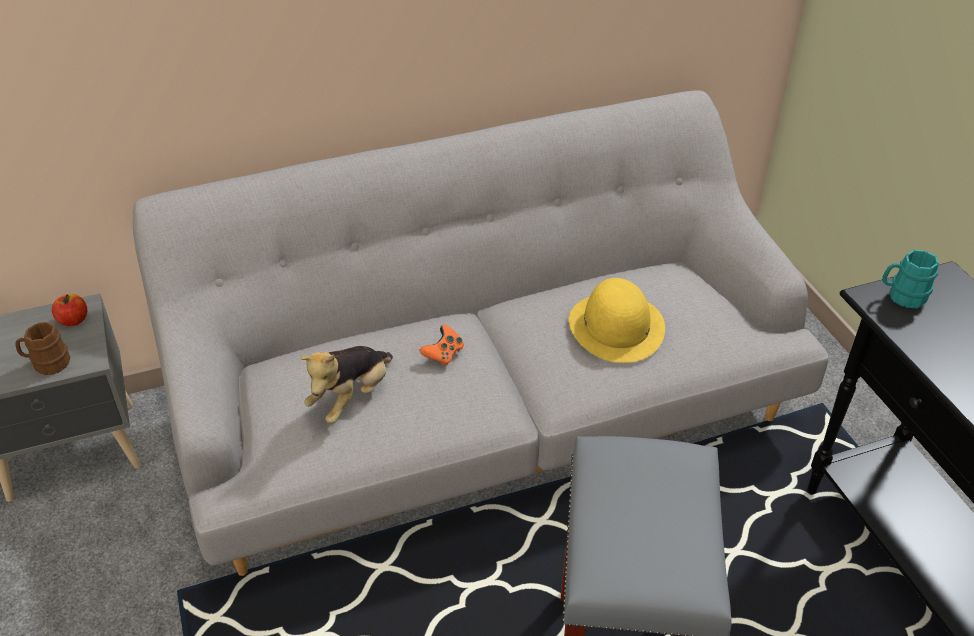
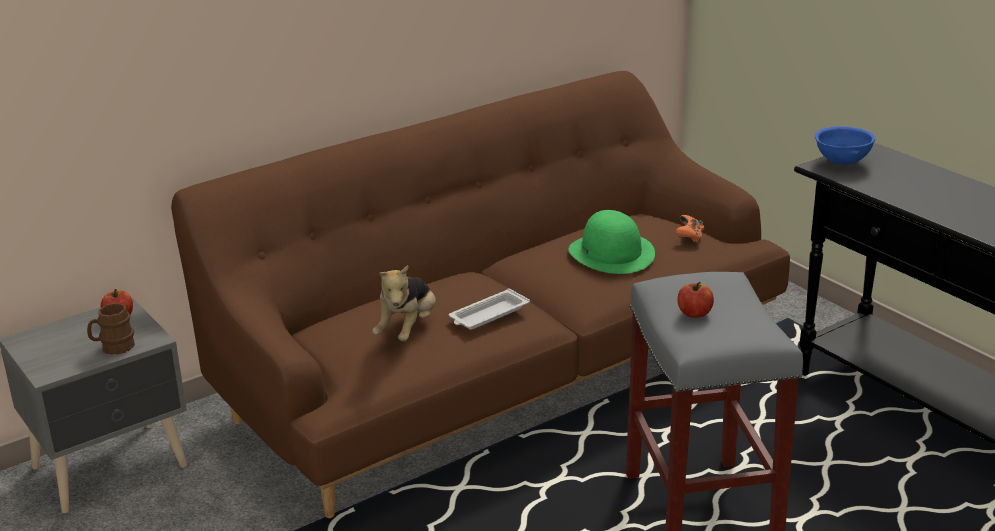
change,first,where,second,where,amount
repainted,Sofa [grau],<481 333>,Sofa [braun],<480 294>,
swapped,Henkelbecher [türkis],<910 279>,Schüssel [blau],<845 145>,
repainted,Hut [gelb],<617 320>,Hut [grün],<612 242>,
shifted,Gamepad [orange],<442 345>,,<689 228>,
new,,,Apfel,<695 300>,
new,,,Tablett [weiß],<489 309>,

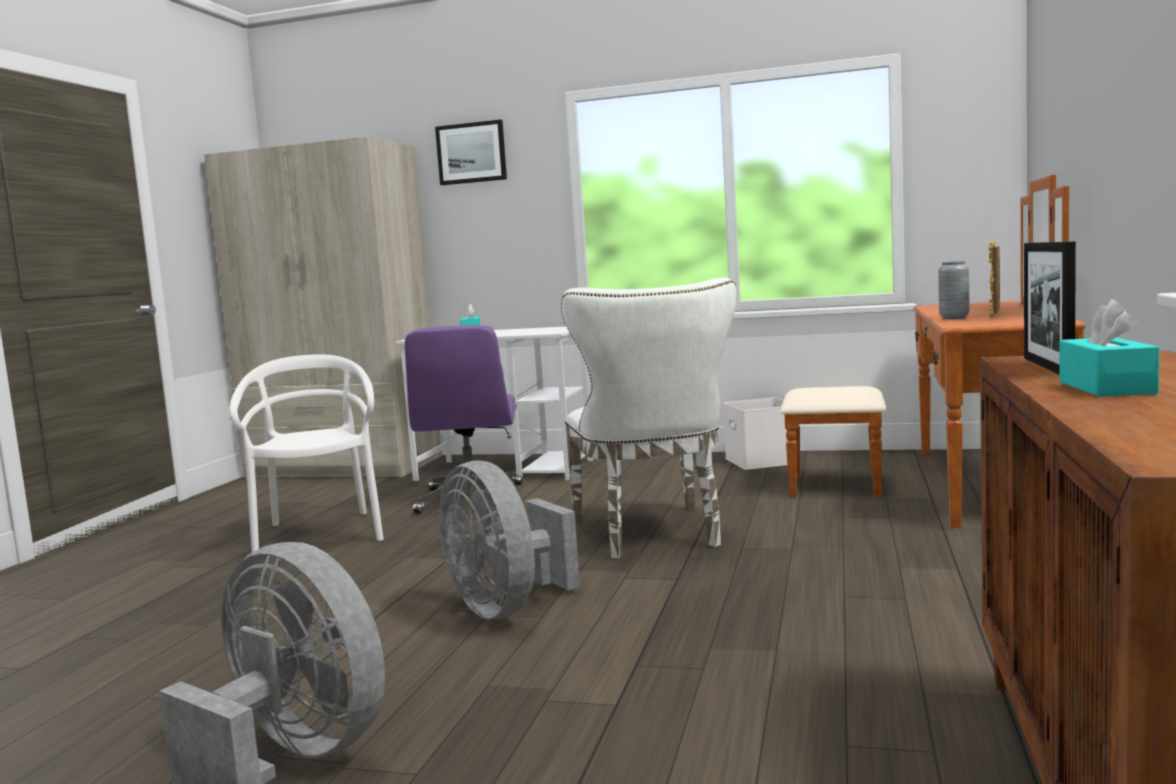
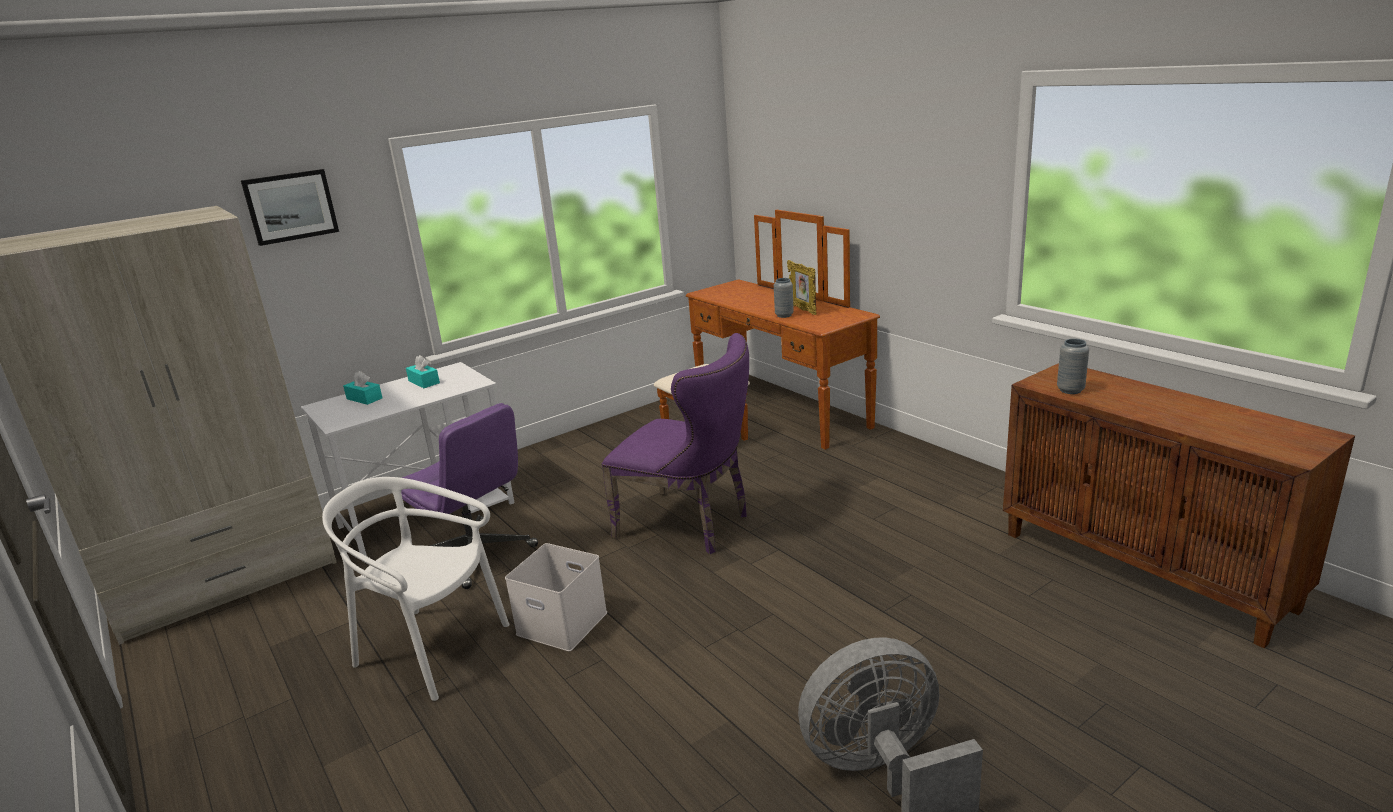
change,first,where,second,where,amount
swapped,Bilderrahmen,<1050 308>,Vase [grau],<1073 366>,
repainted,Stuhl [weiß],<648 418>,Stuhl [lila],<675 443>,
shifted,Taschentuchbox [türkis],<1109 348>,,<423 371>,
shifted,Aufbewahrungsbox [weiß],<755 434>,,<556 597>,
gone,Ventilator [grau],<509 539>,,,

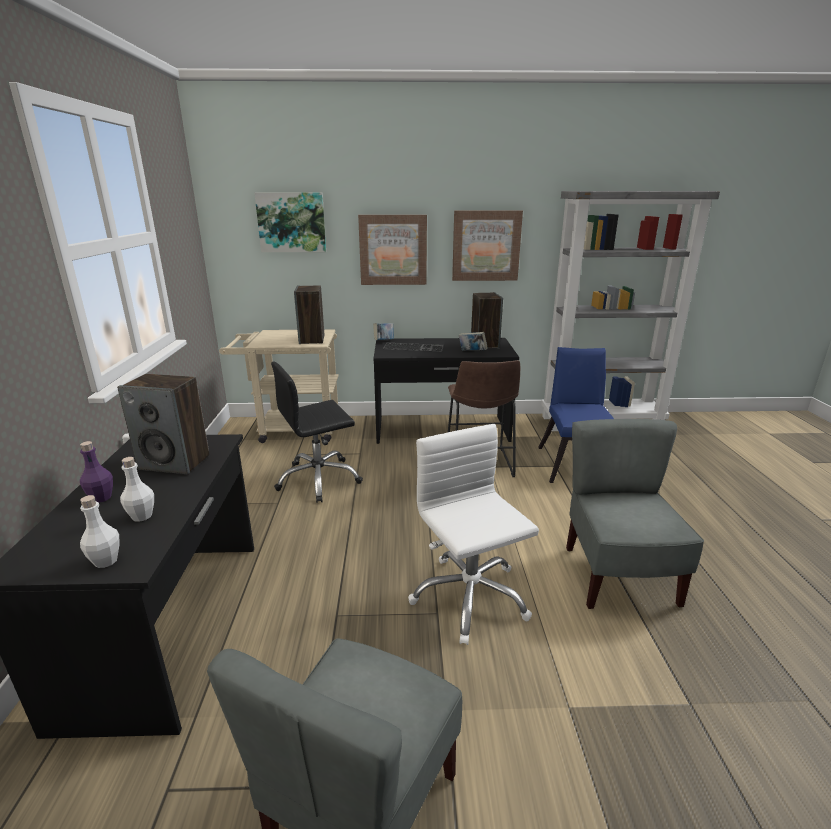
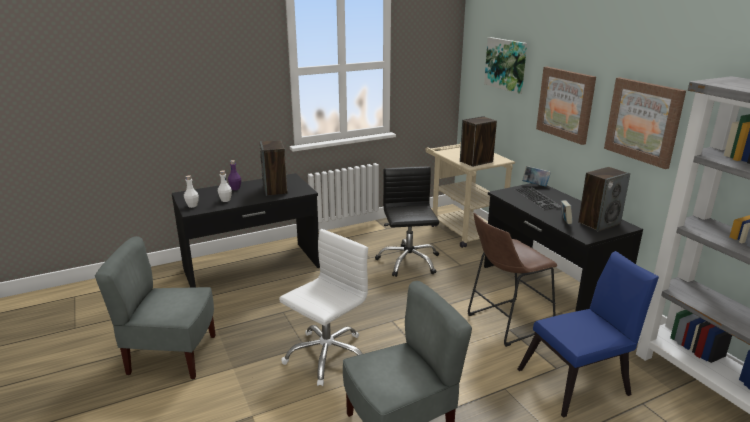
change,first,where,second,where,amount
rotated,Bürostuhl [schwarz],<317 432>,,<407 221>,45 degrees clockwise

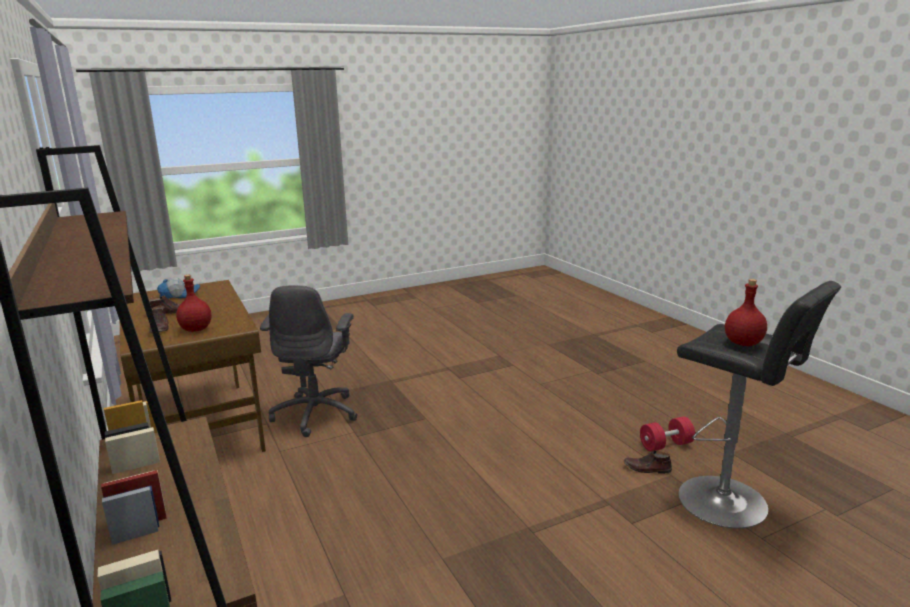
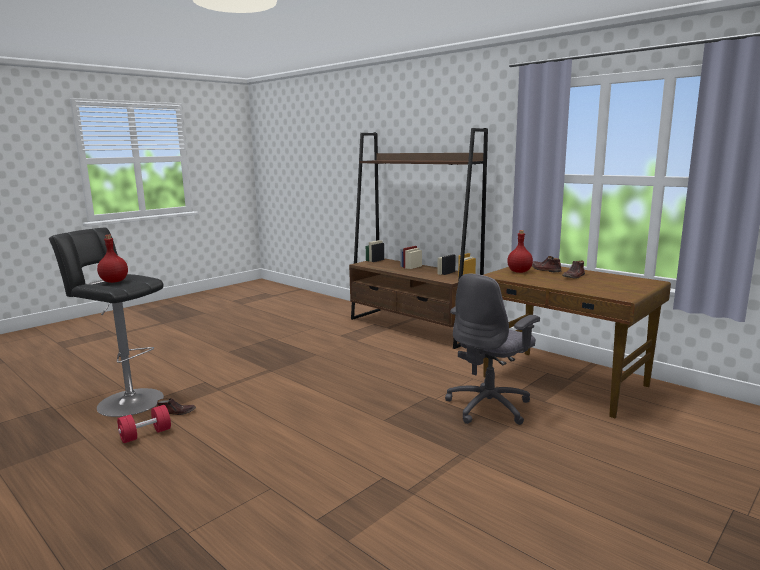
change,first,where,second,where,amount
gone,Kappe,<178 288>,,,
rotated,Bürostuhl [grau],<308 361>,,<492 349>,120 degrees counterclockwise

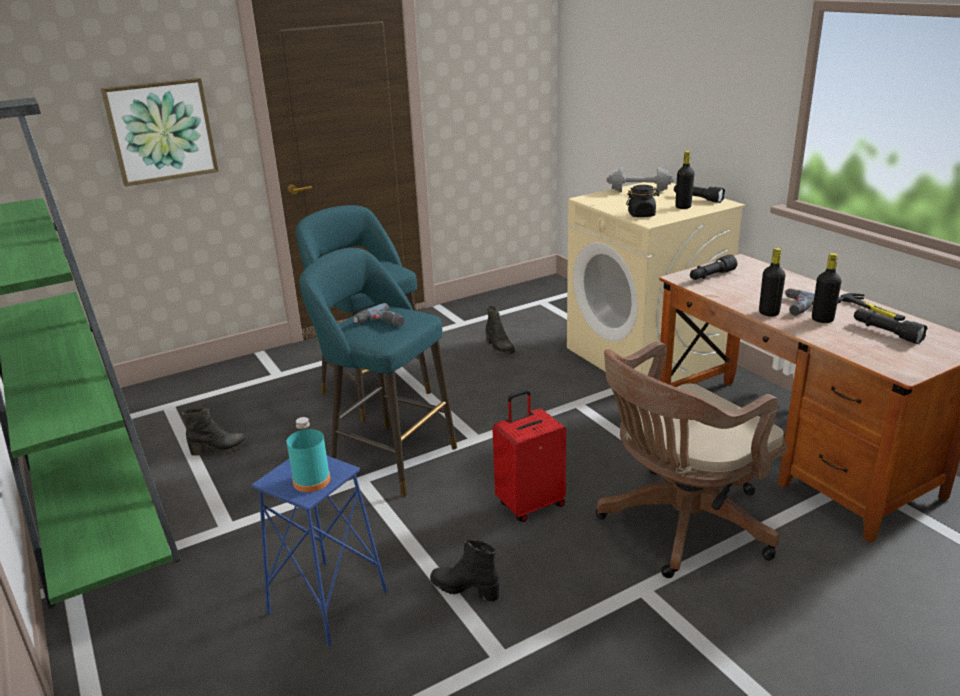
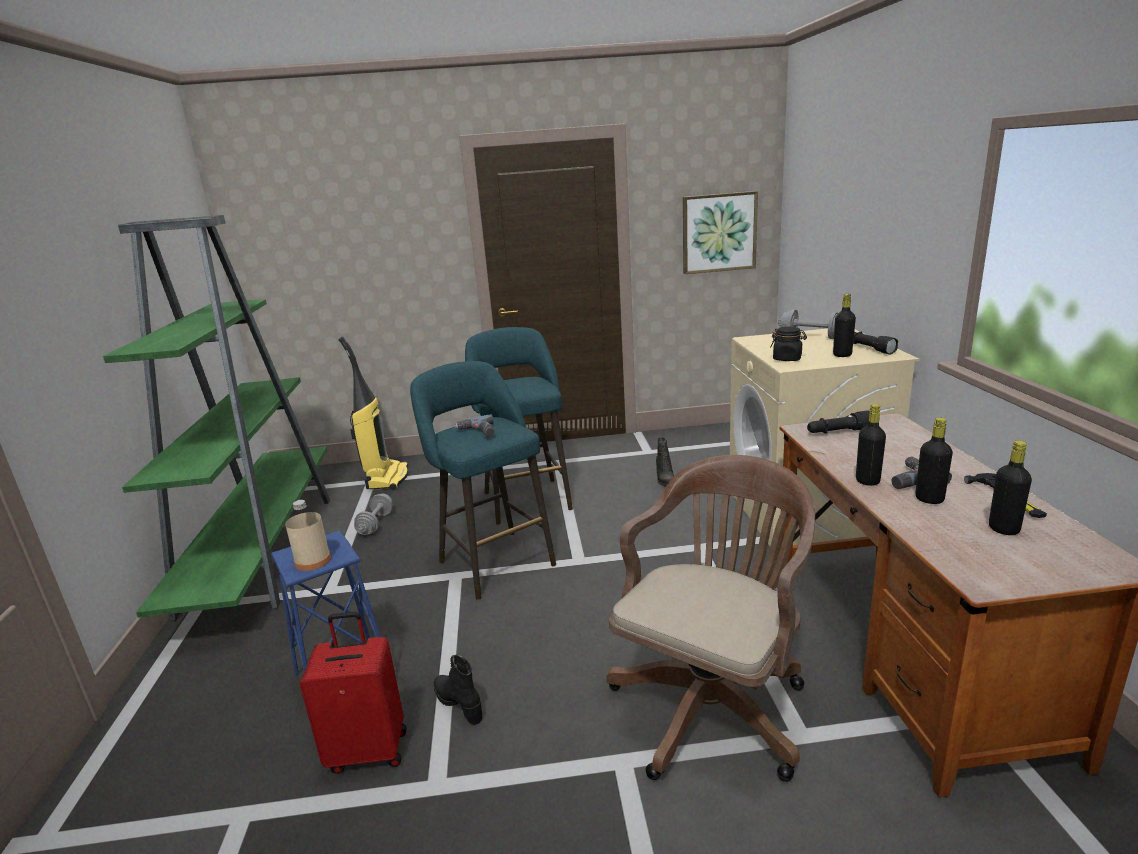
change,first,where,second,where,amount
shifted,Bild,<160 132>,,<720 232>,
swapped,Taschenlampe [schwarz],<890 326>,Flasche [schwarz],<1010 488>,
rotated,Bürostuhl [braun],<691 459>,,<710 618>,135 degrees clockwise
shifted,Koffer [rot],<529 456>,,<353 693>,
swapped,Stiefel [schwarz],<215 431>,Hantel [grau],<373 514>,
repainted,Flasche [türkis],<309 454>,Flasche [beige],<308 535>,
new,,,Staubsauger,<373 413>,

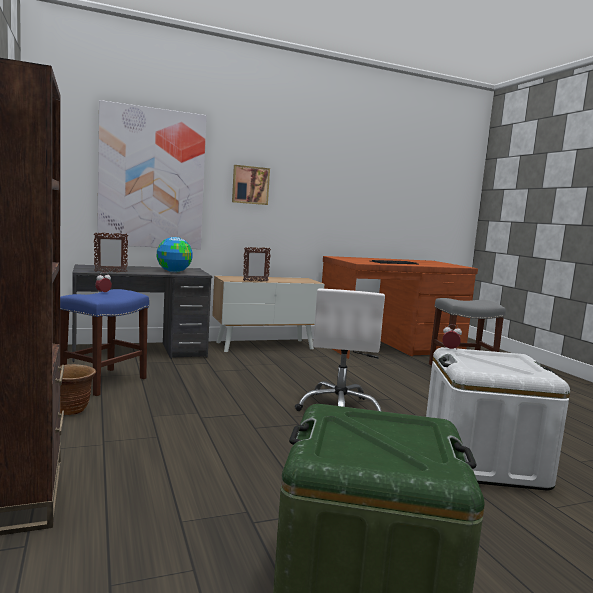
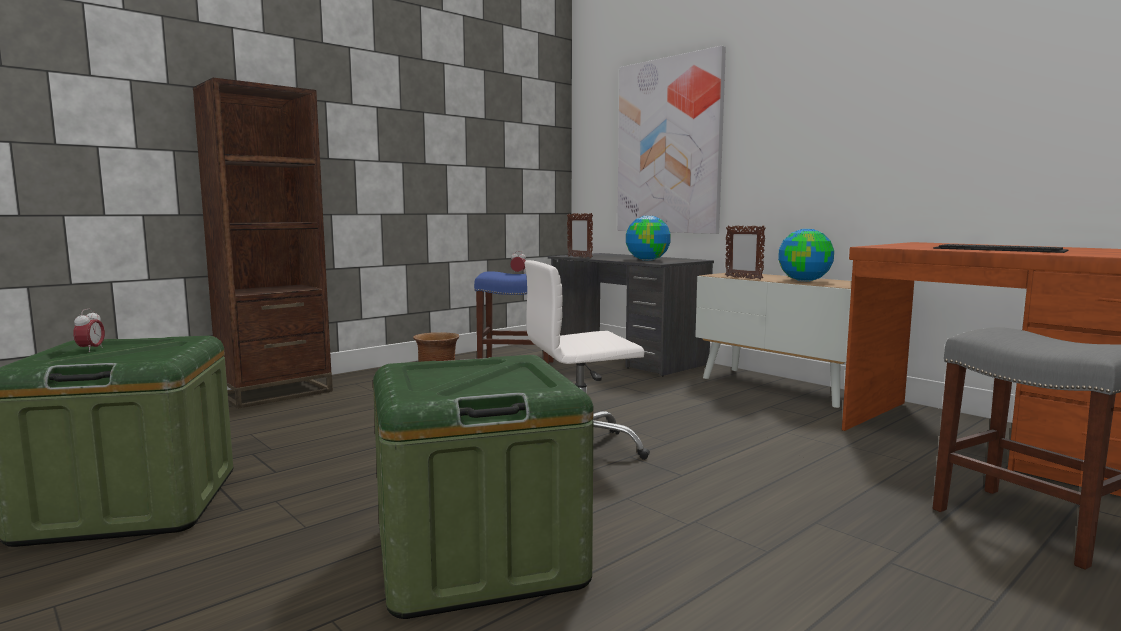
change,first,where,second,where,amount
gone,Bild,<251 185>,,,
shifted,Wecker,<452 336>,,<89 330>,
repainted,Aufbewahrungsbox [weiß],<498 419>,Aufbewahrungsbox [grün],<483 487>,
new,,,Globus,<806 255>,

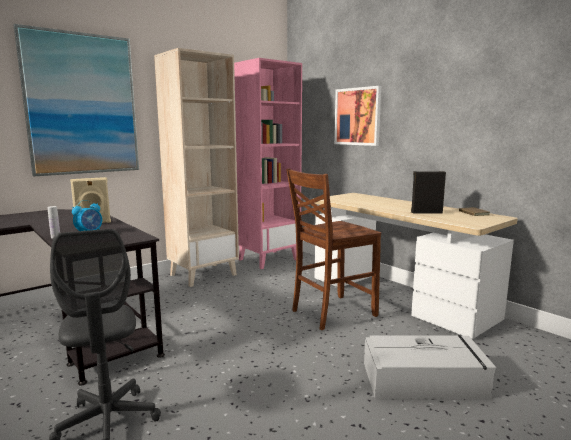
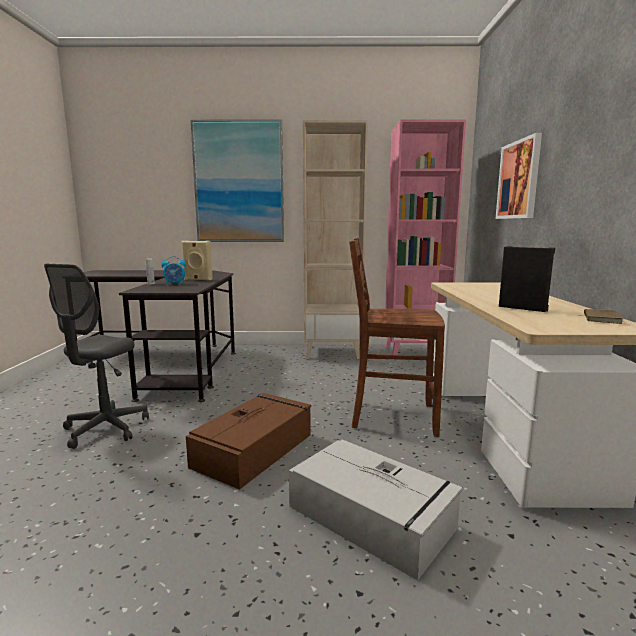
change,first,where,second,where,amount
new,,,Aufbewahrungsbox [braun],<248 441>,

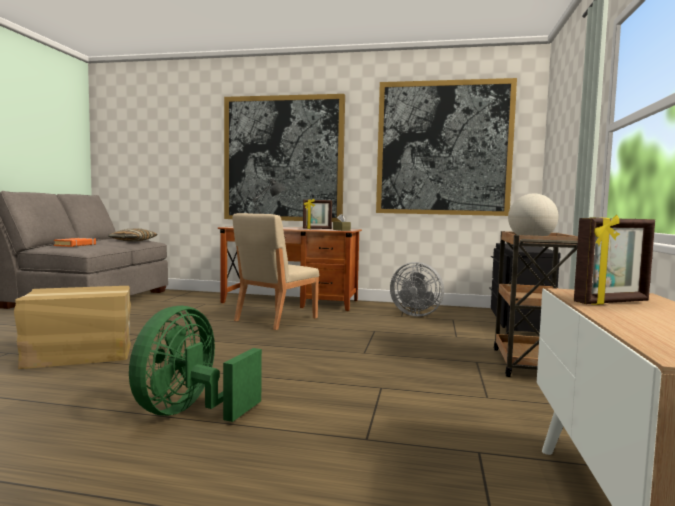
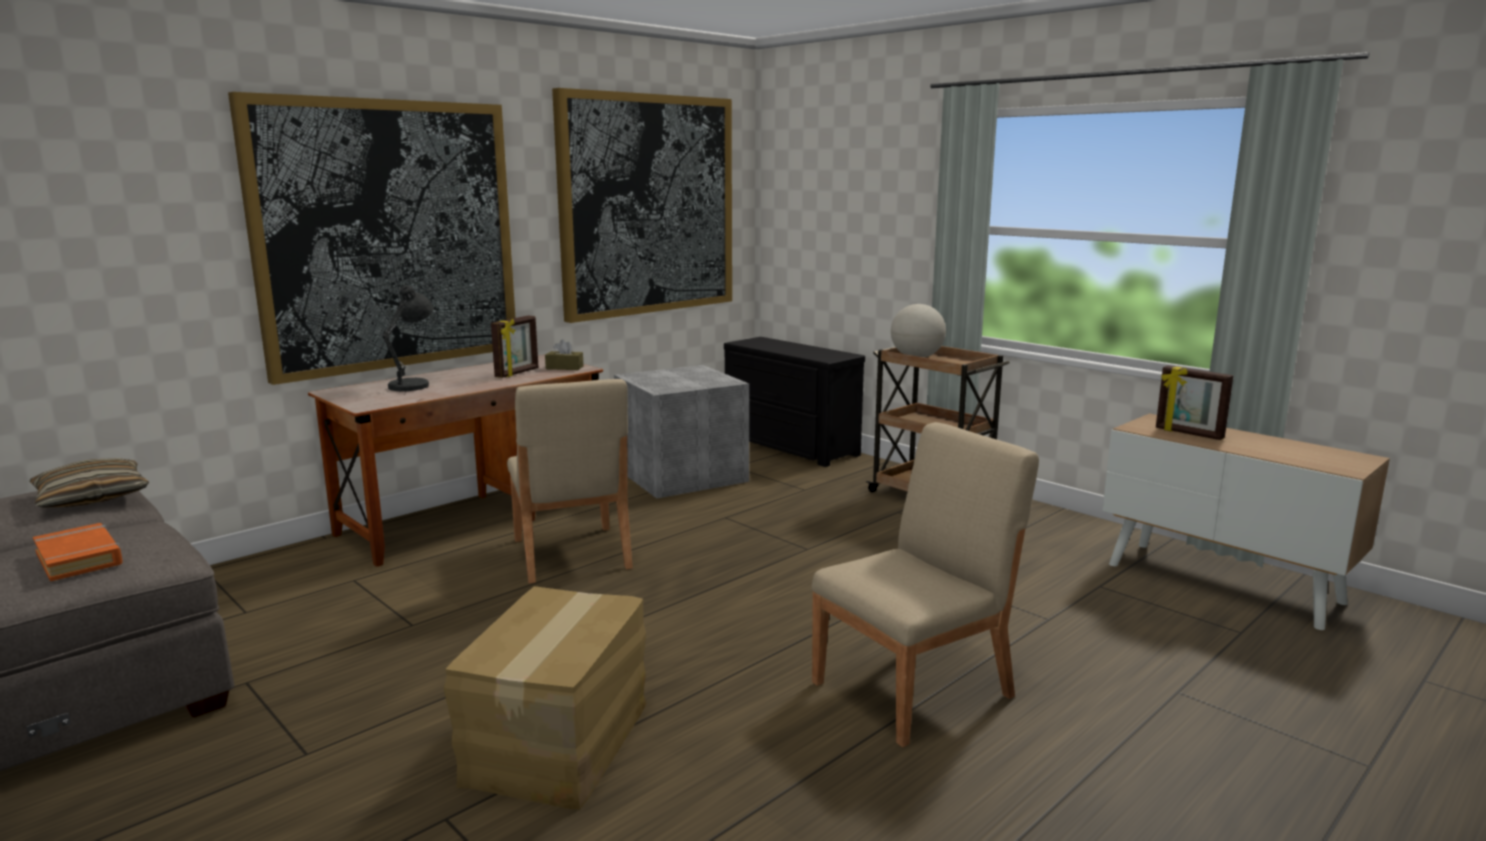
change,first,where,second,where,amount
rotated,Bilderrahmen,<614 260>,,<1195 403>,120 degrees clockwise
swapped,Ventilator [grau],<417 289>,Aufbewahrungsbox [grau],<681 431>,
swapped,Ventilator [grün],<195 364>,Stuhl [beige],<925 584>,

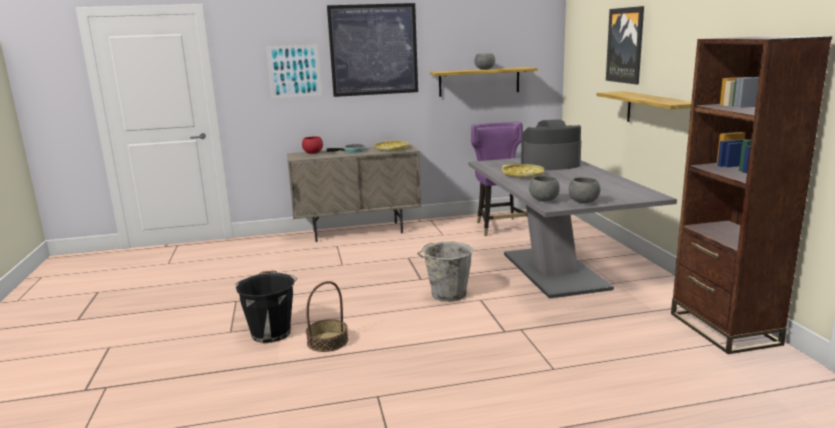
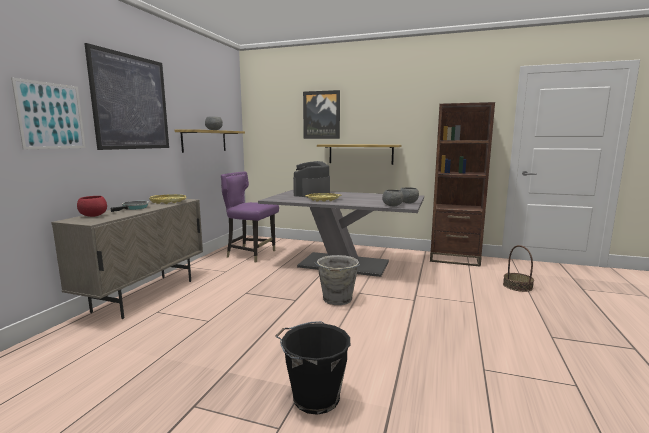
change,first,where,second,where,amount
shifted,Korb,<327 316>,,<518 268>,

